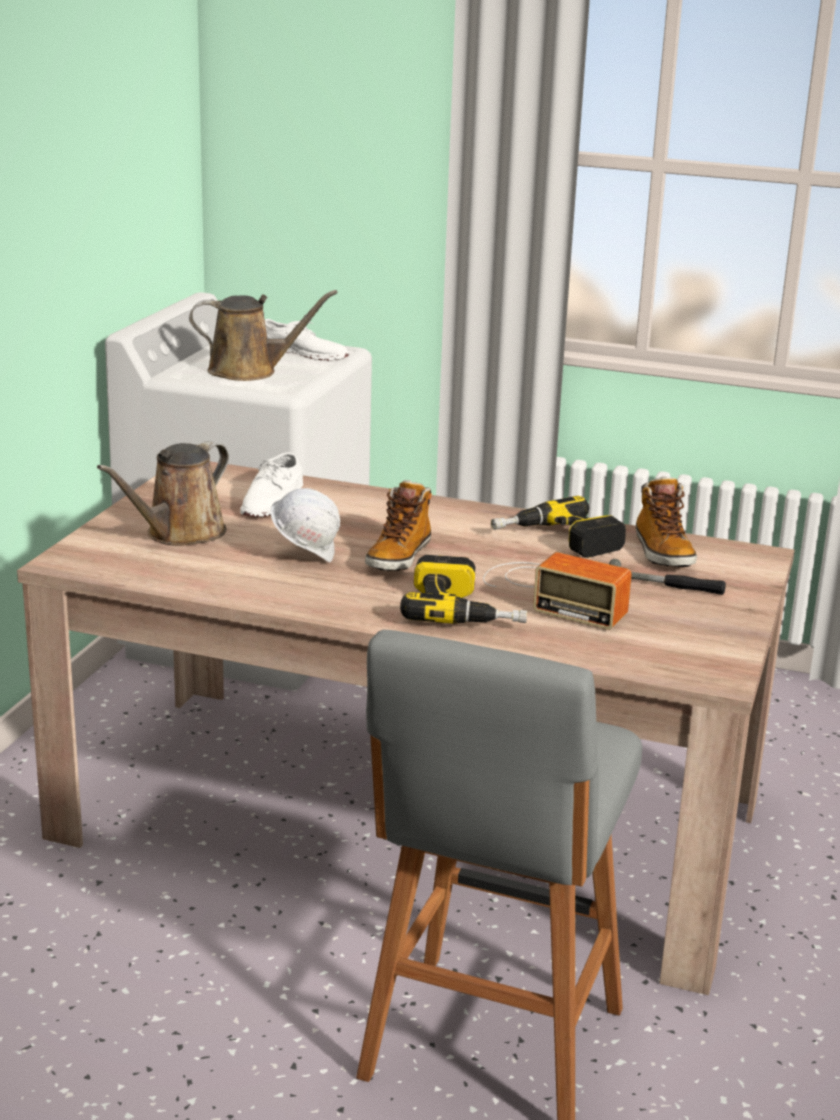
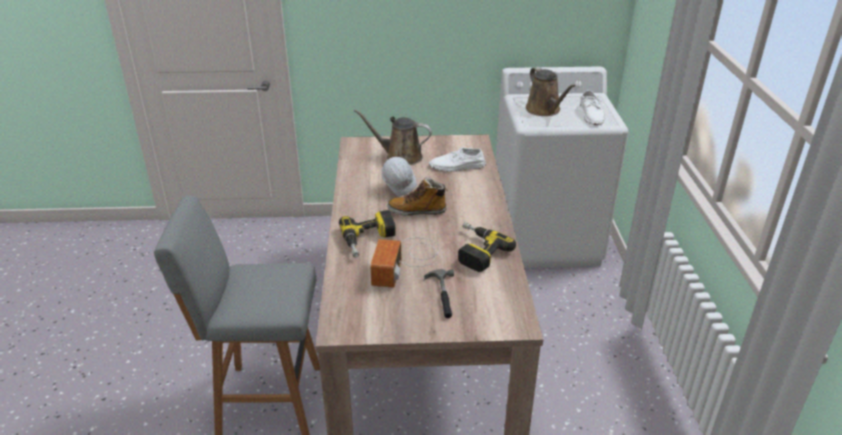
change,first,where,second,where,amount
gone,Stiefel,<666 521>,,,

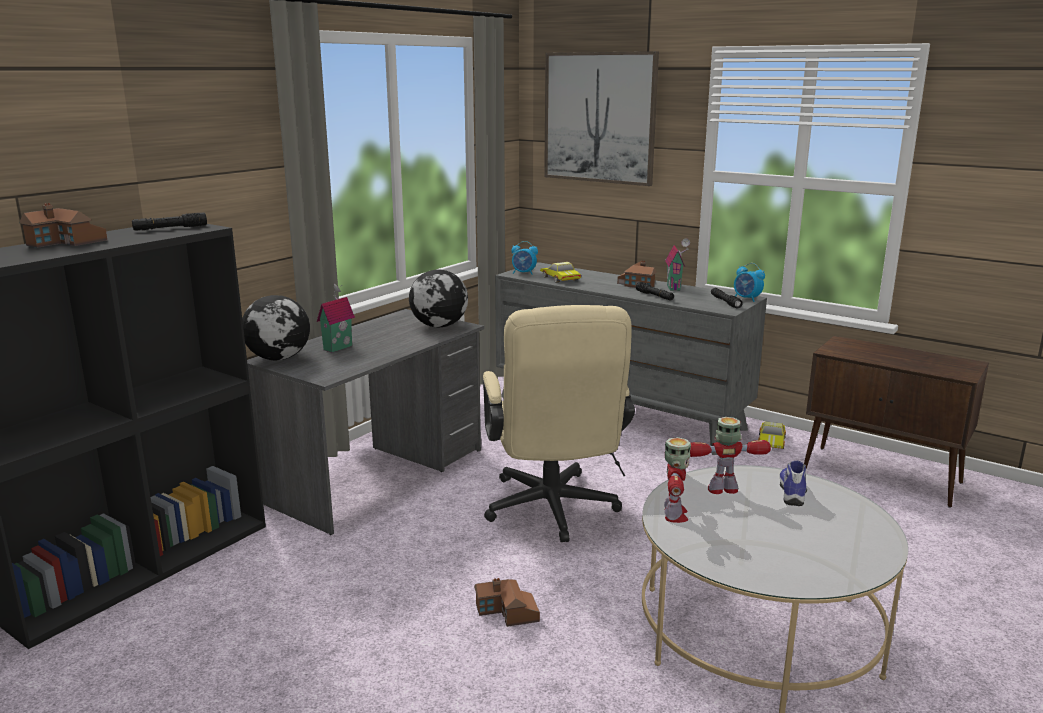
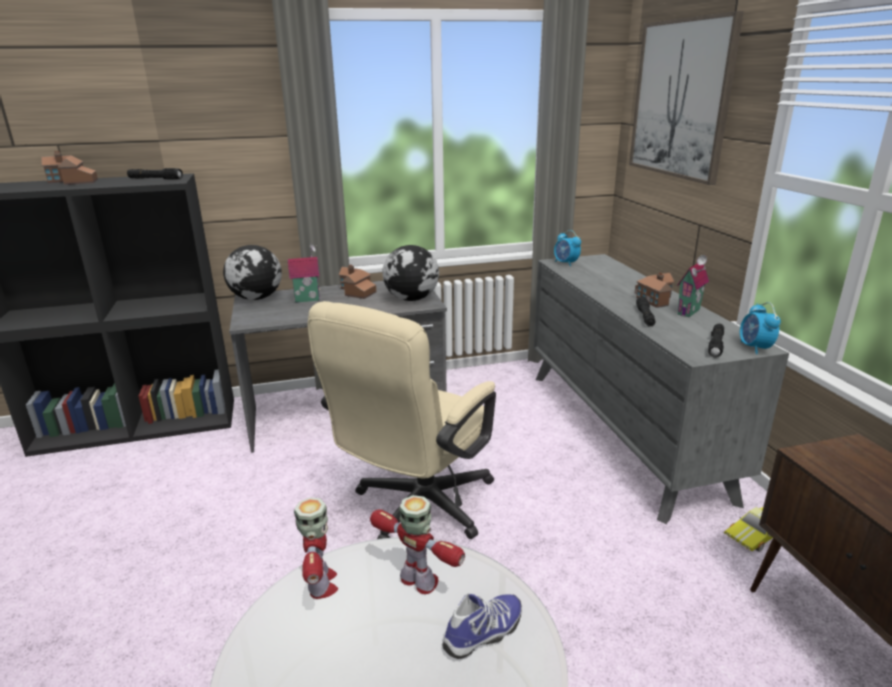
change,first,where,second,where,amount
gone,Spielzeugauto,<560 272>,,,
rotated,Spielzeugroboter,<677 480>,,<316 548>,60 degrees counterclockwise
shifted,Spielzeughaus,<507 602>,,<357 282>,

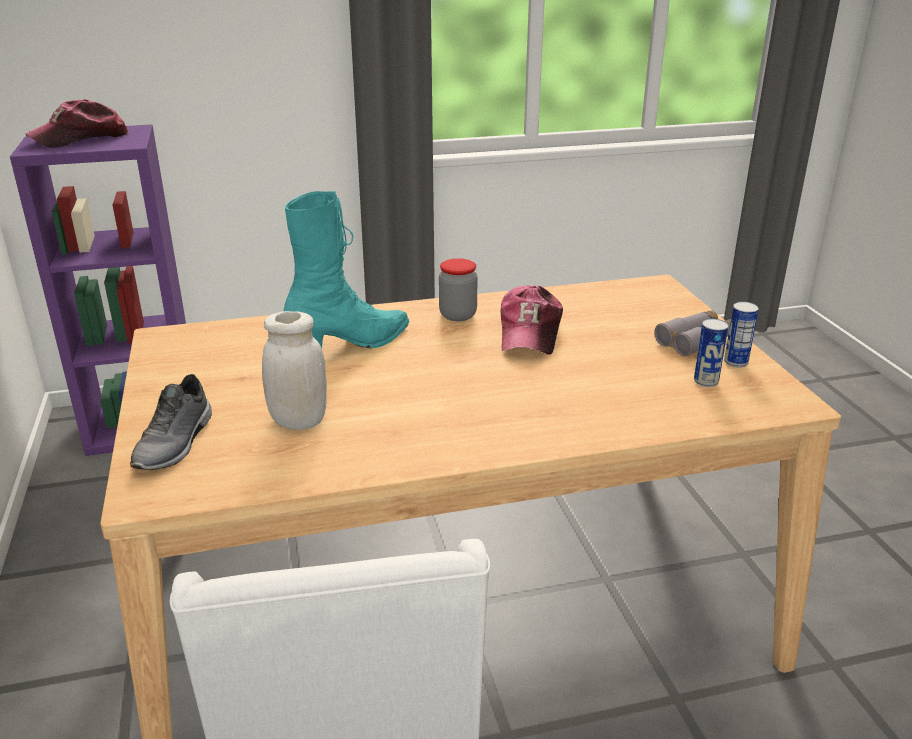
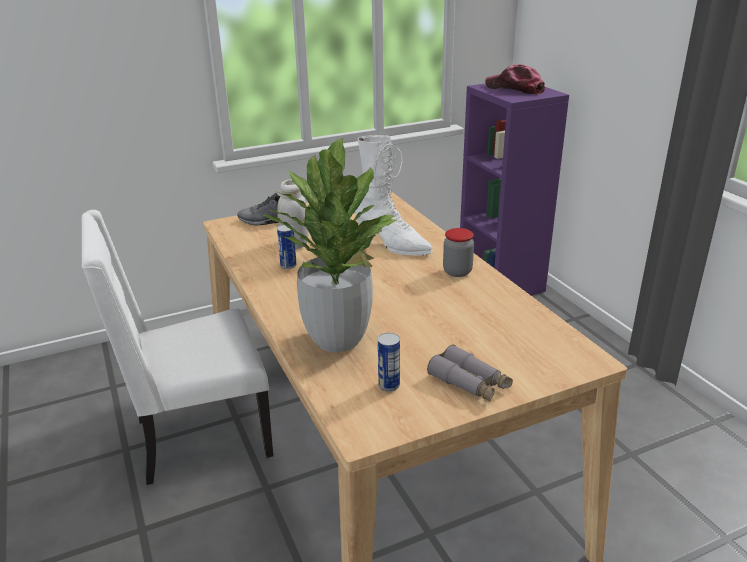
change,first,where,second,where,amount
repainted,Stiefel [türkis],<347 269>,Stiefel [weiß],<394 195>,
gone,Kappe,<531 320>,,,
shifted,Dose,<741 335>,,<286 247>,
new,,,Topfpflanze,<329 245>,

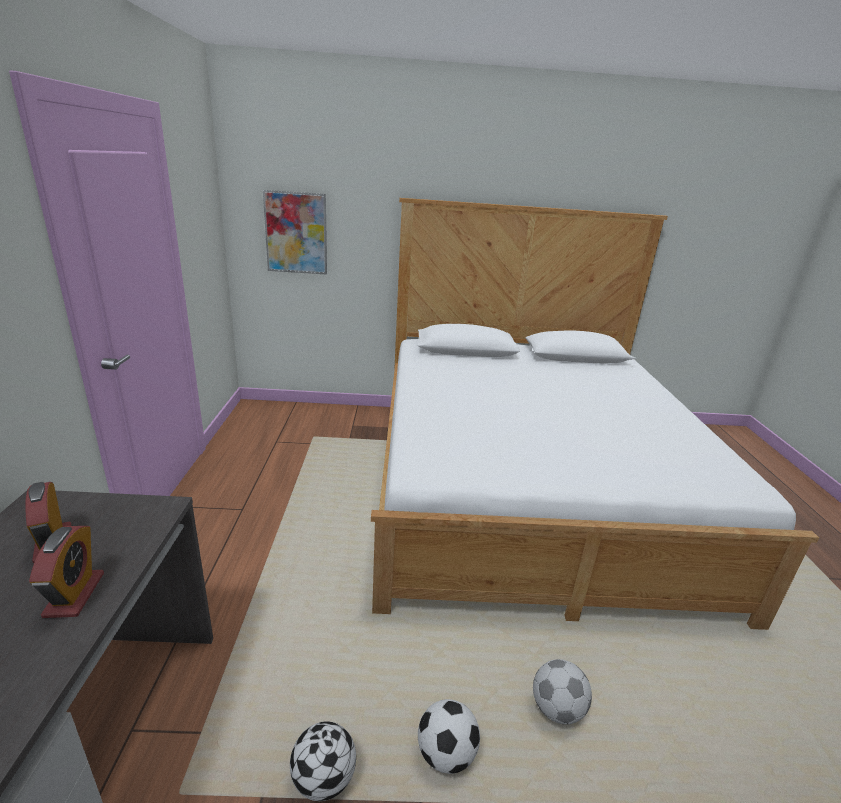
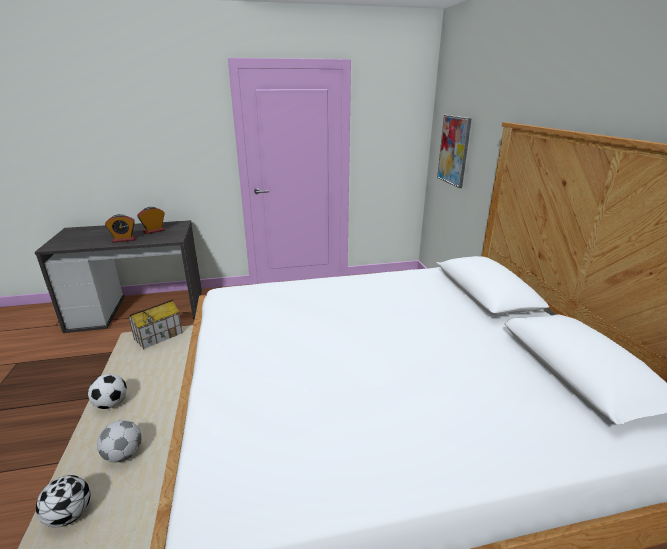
change,first,where,second,where,amount
shifted,Fußball,<323 761>,,<63 501>,
new,,,Spielzeughaus,<155 324>,

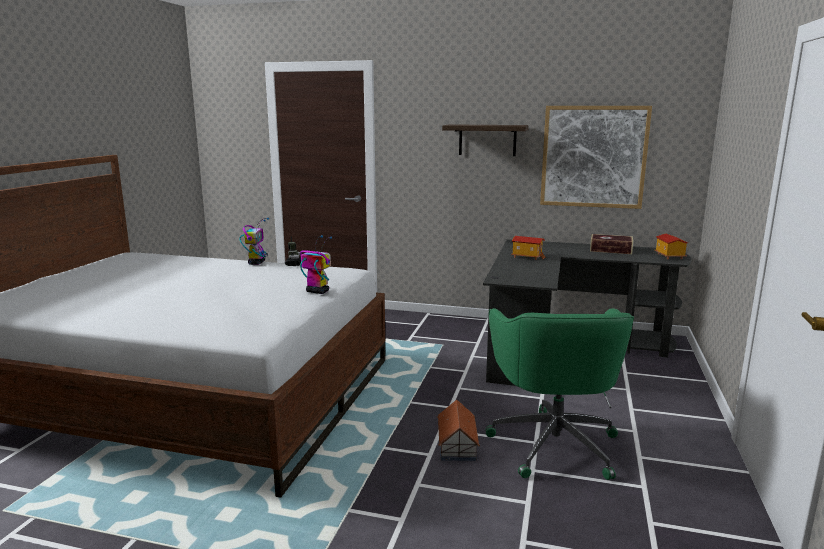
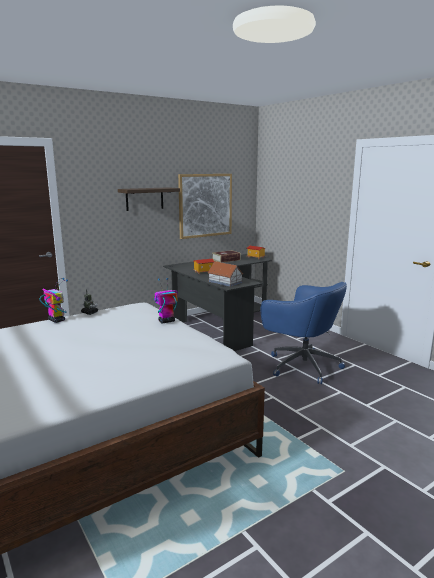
change,first,where,second,where,amount
repainted,Bürostuhl [grün],<559 394>,Bürostuhl [blau],<304 333>,
shifted,Spielzeughaus,<458 430>,,<225 274>,

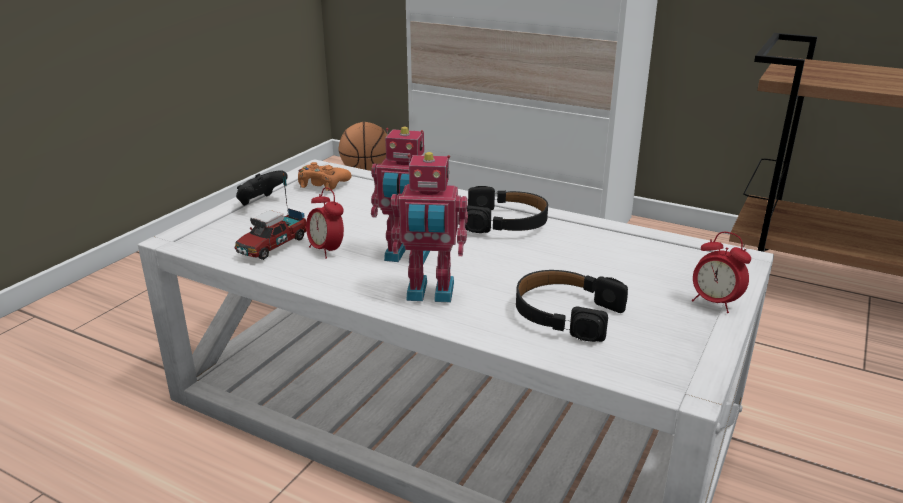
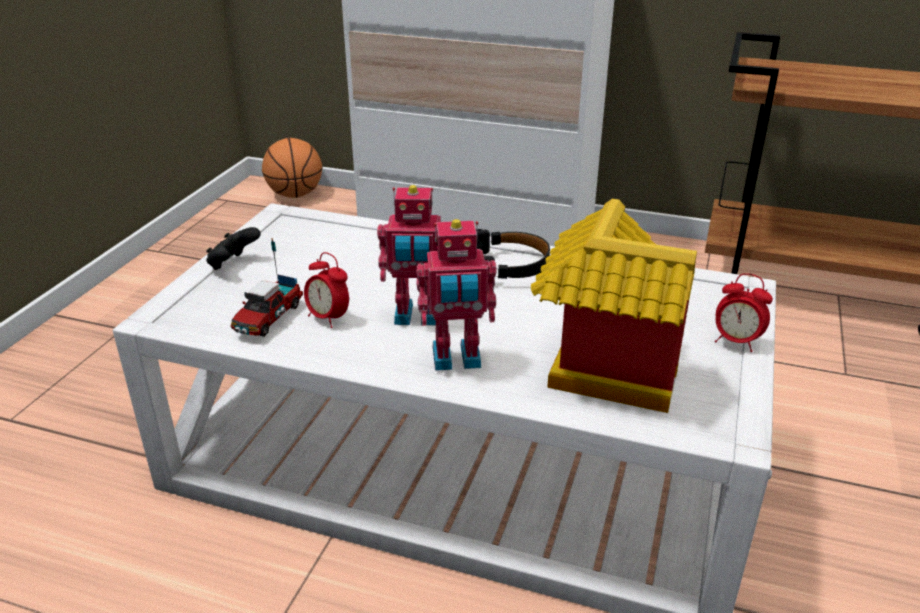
change,first,where,second,where,amount
gone,Gamepad [orange],<324 176>,,,
swapped,Kopfhörer [schwarz],<572 306>,Spielzeughaus,<614 306>,

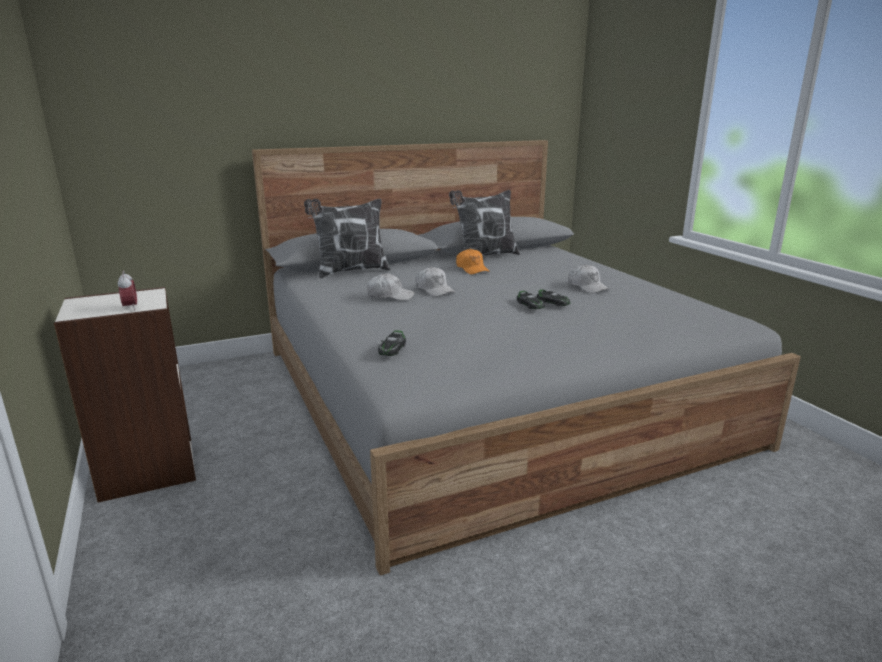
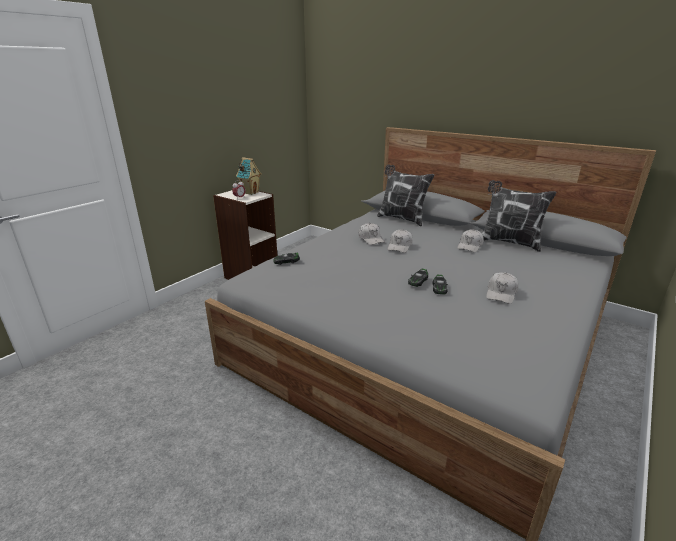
change,first,where,second,where,amount
repainted,Kappe [orange],<473 261>,Kappe [weiß],<470 240>,
new,,,Spielzeughaus,<249 176>,

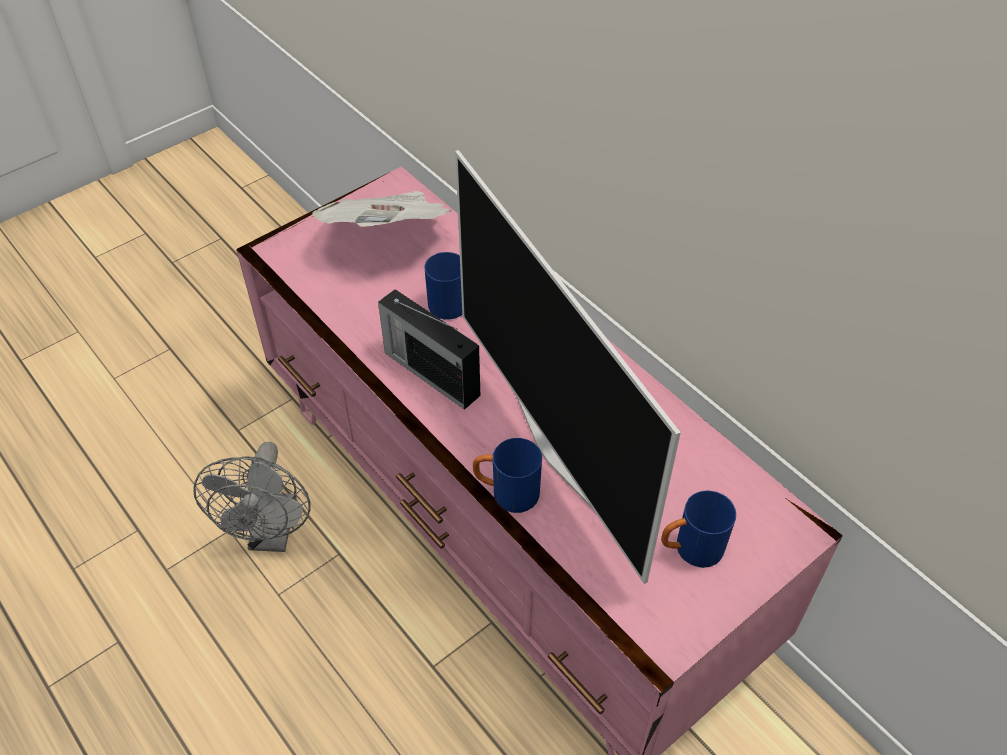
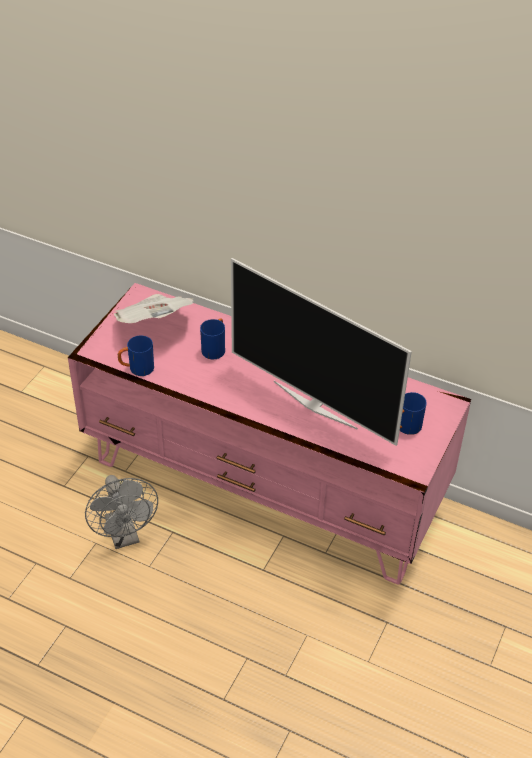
change,first,where,second,where,amount
gone,Radio,<429 349>,,,
shifted,Henkelbecher [blau],<507 475>,,<136 355>,

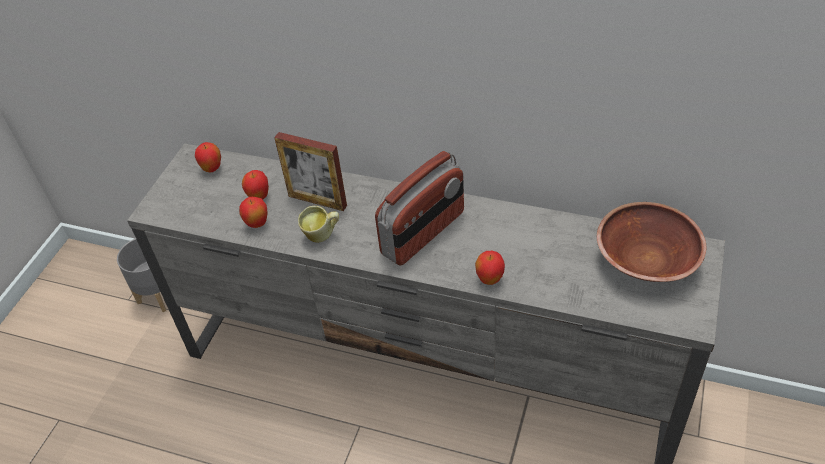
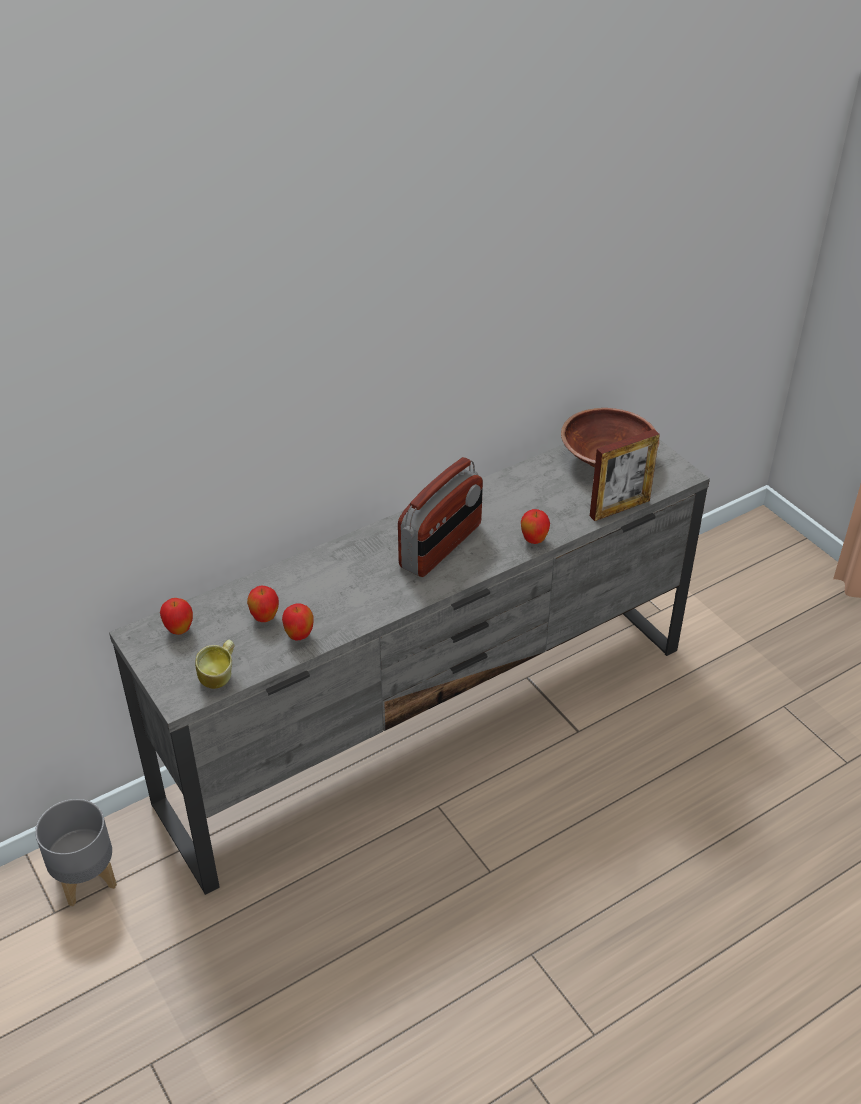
change,first,where,second,where,amount
shifted,Bilderrahmen,<310 171>,,<625 475>,
rotated,Radio,<419 208>,,<440 517>,45 degrees clockwise
shifted,Henkelbecher,<318 224>,,<215 664>,

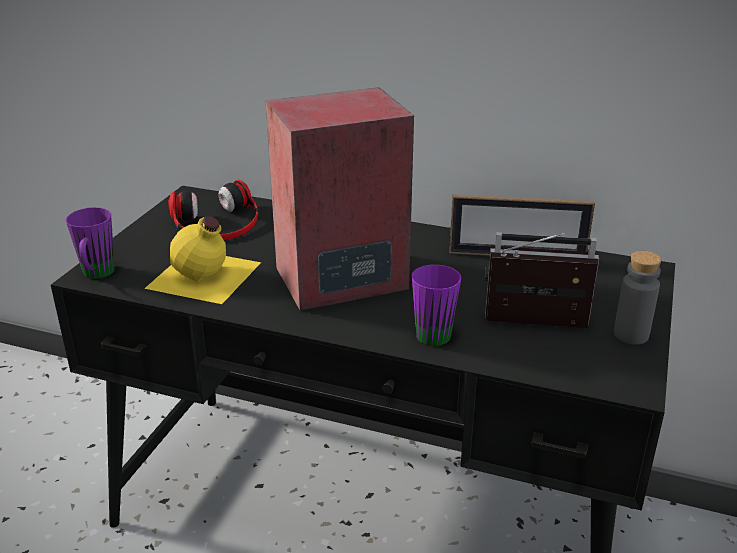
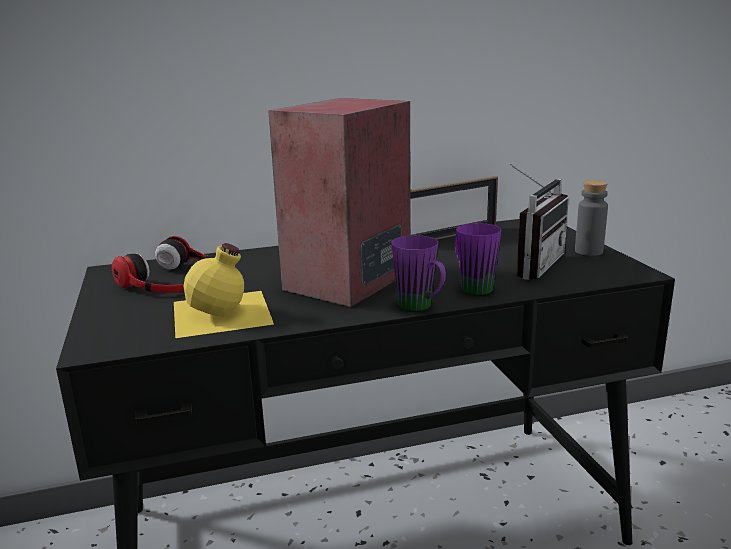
change,first,where,second,where,amount
shifted,Henkelbecher [lila],<90 243>,,<418 273>,
rotated,Radio,<542 280>,,<539 221>,150 degrees clockwise

